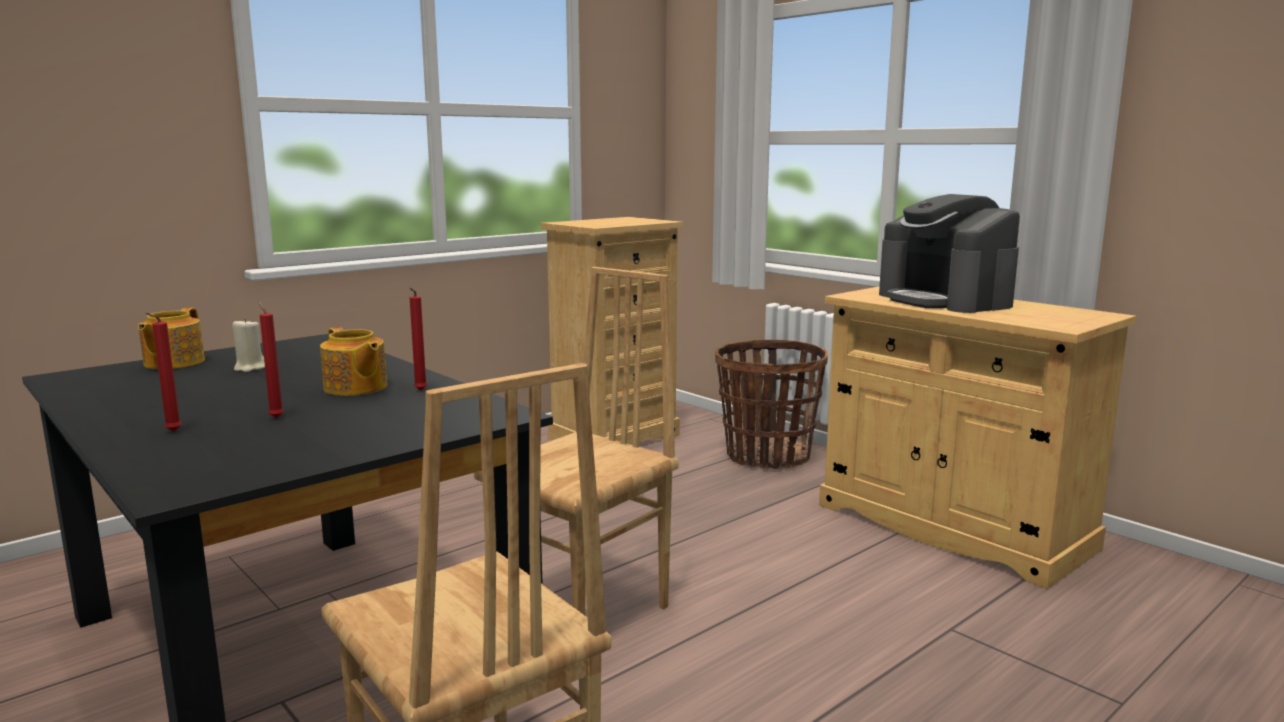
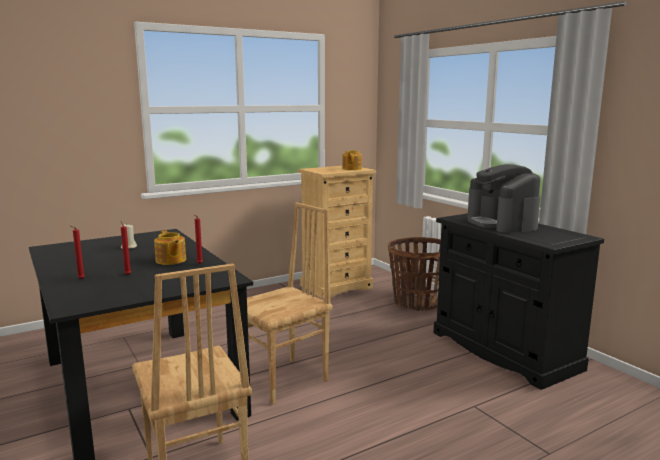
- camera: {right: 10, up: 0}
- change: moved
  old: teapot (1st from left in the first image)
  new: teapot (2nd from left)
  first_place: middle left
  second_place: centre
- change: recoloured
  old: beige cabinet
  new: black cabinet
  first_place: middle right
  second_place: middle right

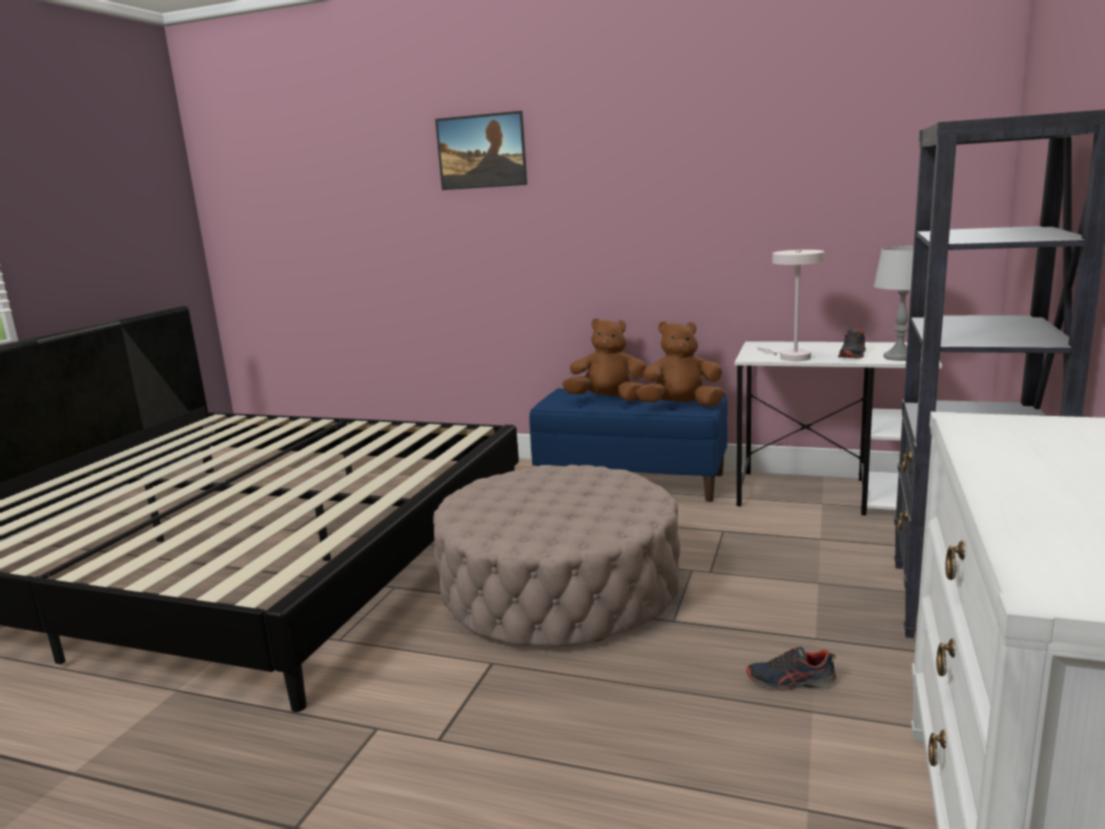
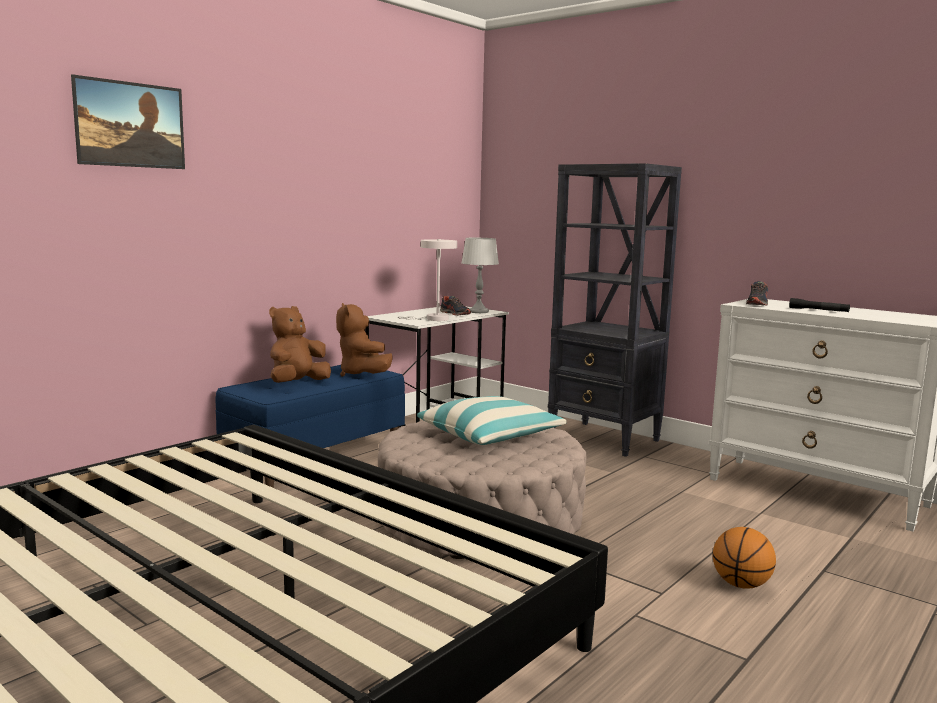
- camera: {right: -70, up: -5}
- change: turned
  old: brown plush toy (2nd from left)
  first_place: centre
  second_place: centre
  degrees: -45
- change: added
  new: pillow
  second_place: centre
- change: added
  new: basketball
  second_place: bottom right
- change: moved
  old: shoe (1st from left in the first image)
  new: shoe (2nd from left)
  first_place: bottom right
  second_place: middle right
- change: added
  new: black flashlight
  second_place: middle right

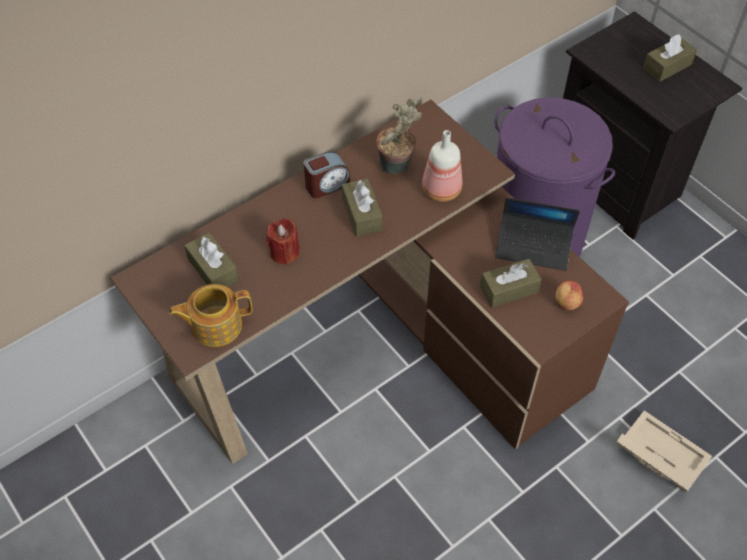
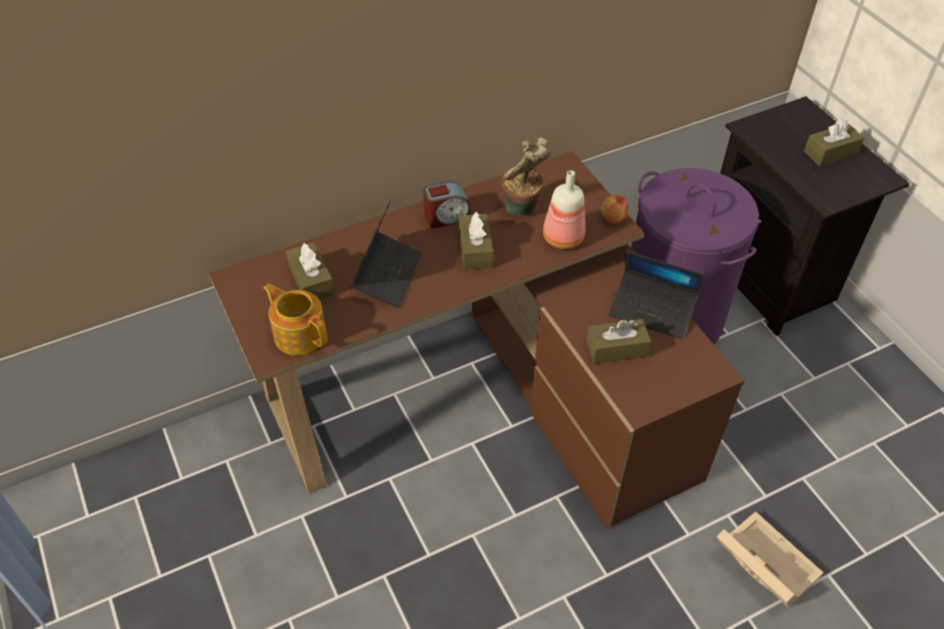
- camera: {right: 10, up: -5}
- change: turned
  old: teapot
  first_place: middle left
  second_place: middle left
  degrees: 45
- change: replaced
  old: red candle
  new: laptop (1st from left)
  first_place: centre
  second_place: centre
- change: moved
  old: apple
  first_place: middle right
  second_place: top centre

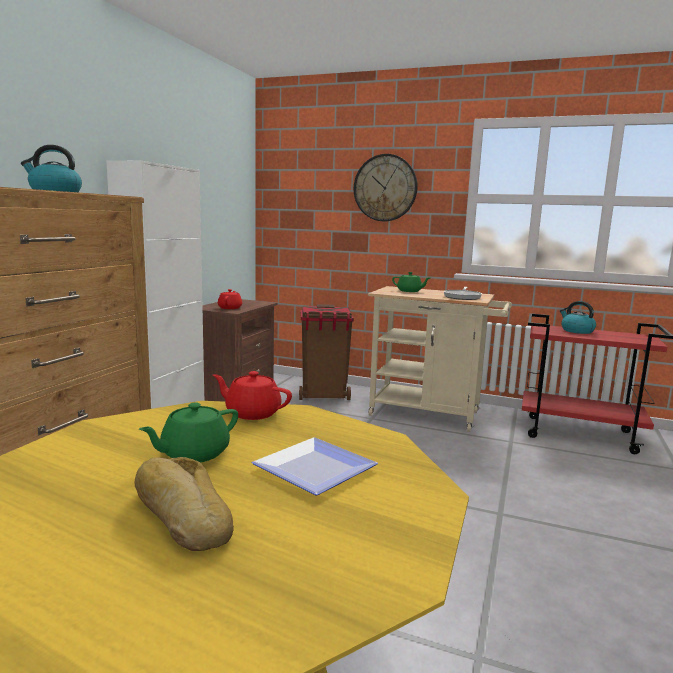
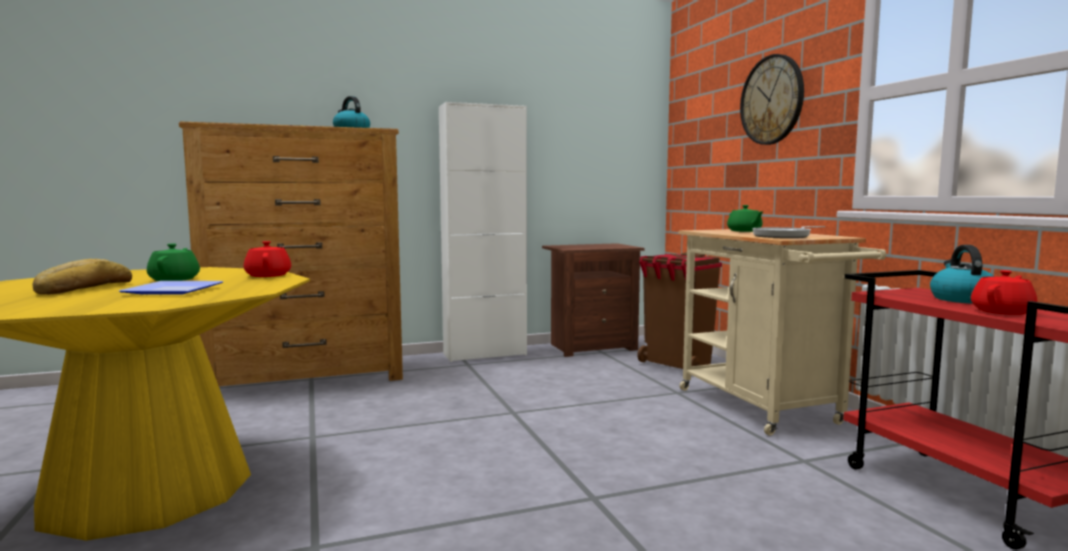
- camera: {right: 50, up: -5}
- change: turned
  old: green teapot (1st from left)
  first_place: middle left
  second_place: middle left
  degrees: 75
- change: moved
  old: red teapot (1st from left in the first image)
  new: red teapot (2nd from left)
  first_place: centre
  second_place: middle right

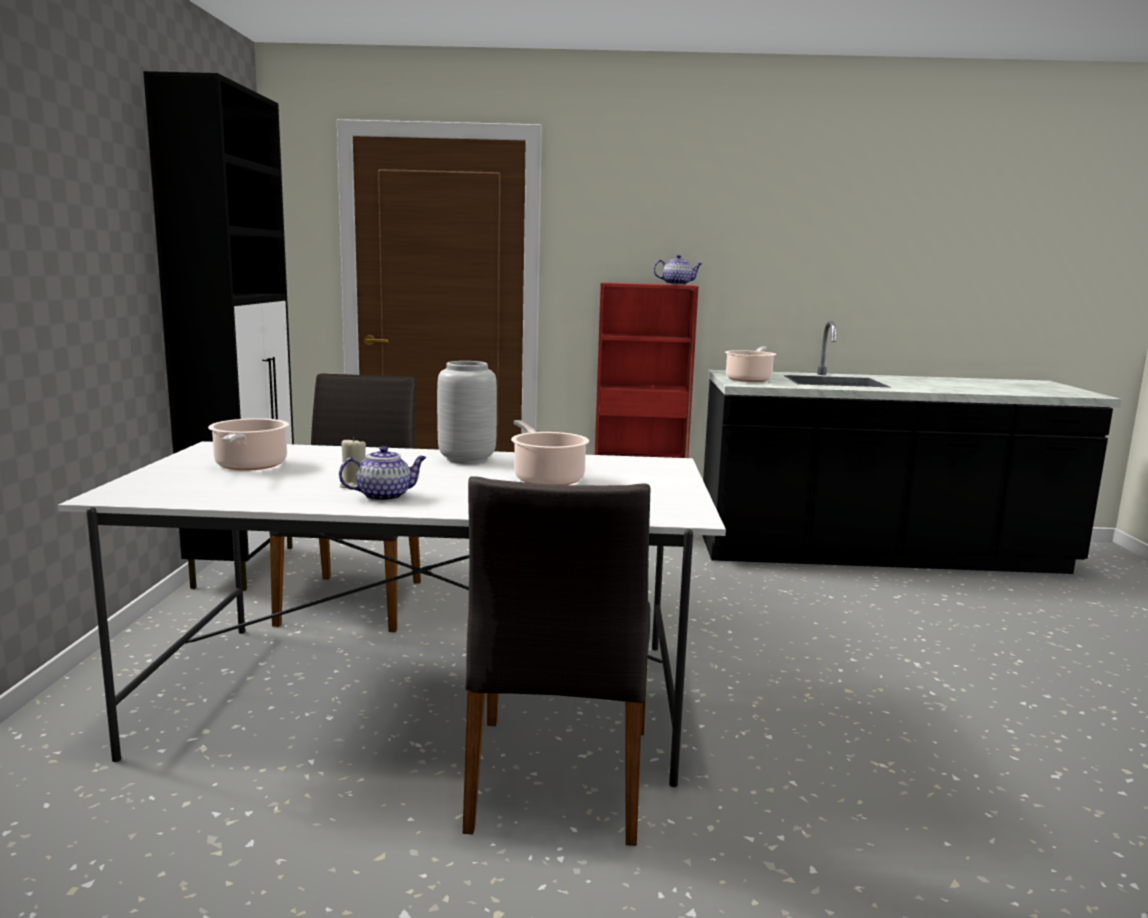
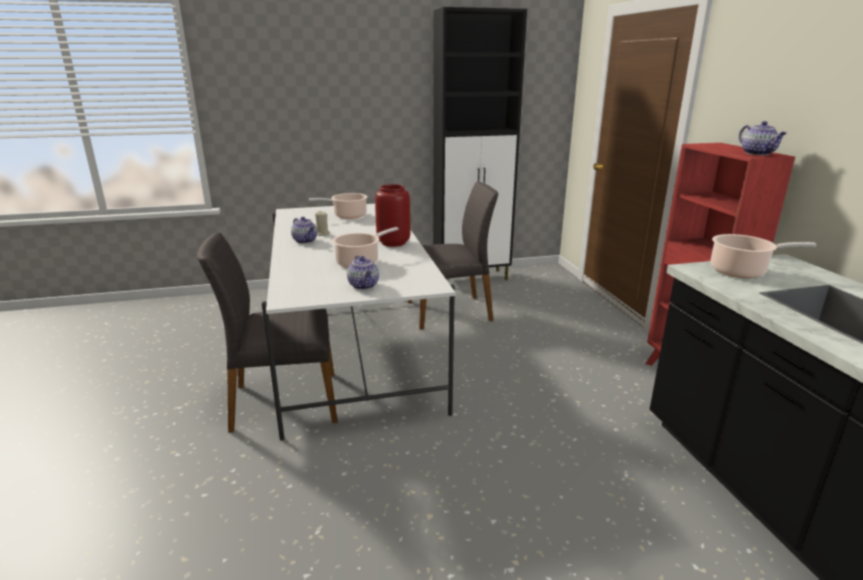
- camera: {right: 75, up: 10}
- change: added
  new: teapot (2nd from left)
  second_place: centre
- change: recoloured
  old: grey vase
  new: red vase
  first_place: centre
  second_place: centre

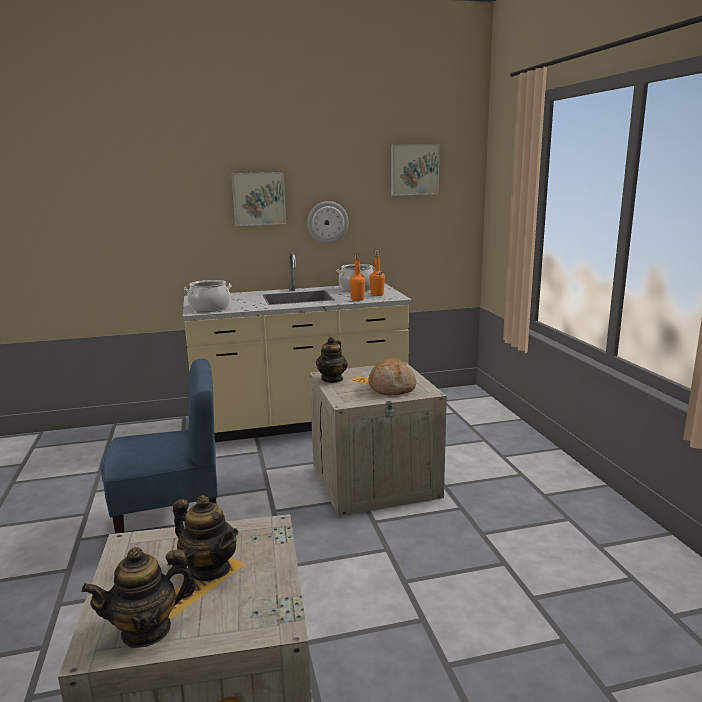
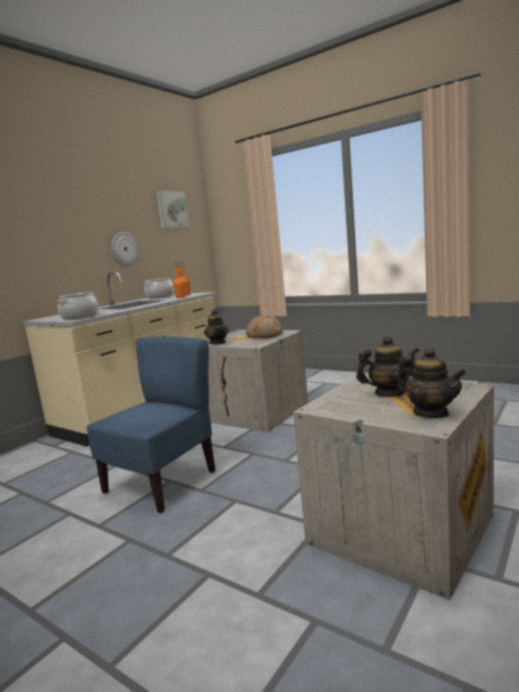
- camera: {right: -40, up: -5}
- change: turned
  old: teapot (1st from left in the first image)
  first_place: bottom left
  second_place: middle right
  degrees: -60
- change: removed
  old: picture (1st from left)
  first_place: top centre

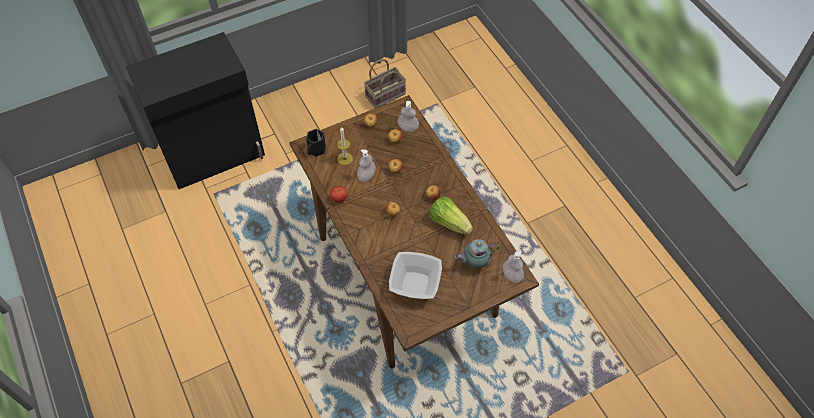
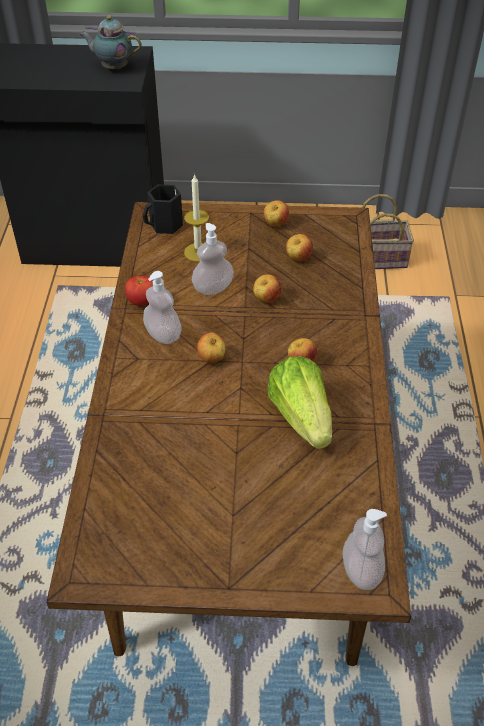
- camera: {right: 30, up: -10}
- change: moved
  old: teapot
  first_place: centre
  second_place: top left
- change: moved
  old: soap dispenser (2nd from left in the first image)
  new: soap dispenser (1st from left)
  first_place: top centre
  second_place: centre
- change: removed
  old: bowl
  first_place: centre

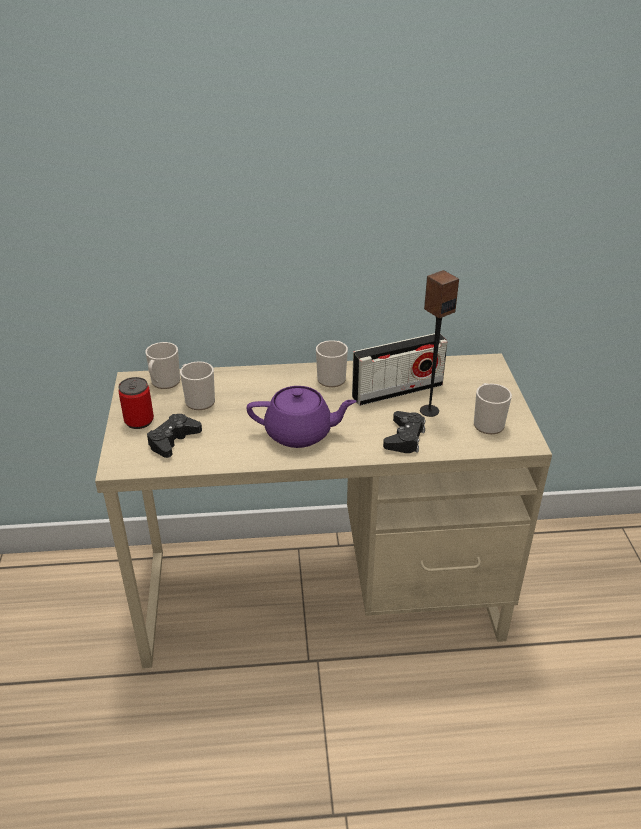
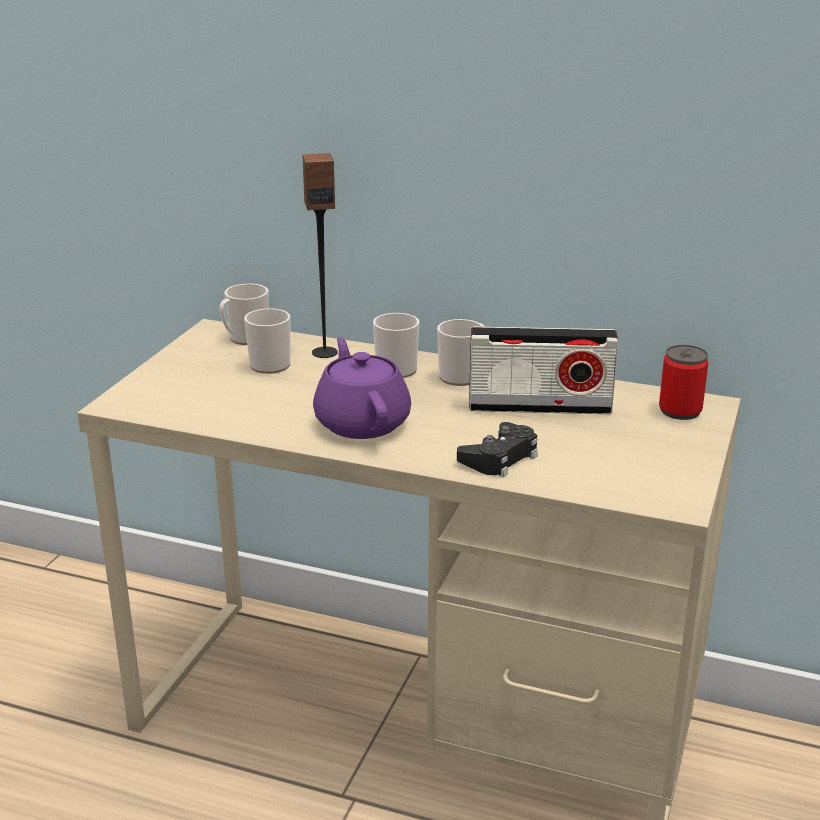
- camera: {right: 25, up: -10}
- change: moved
  old: speaker
  first_place: middle right
  second_place: top centre
- change: turned
  old: purple teapot
  first_place: centre
  second_place: centre
  degrees: -135
- change: moved
  old: mug (4th from left in the first image)
  new: mug (3rd from left)
  first_place: middle right
  second_place: centre
- change: moved
  old: can
  first_place: middle left
  second_place: middle right
- change: removed
  old: black game controller (1st from left)
  first_place: middle left

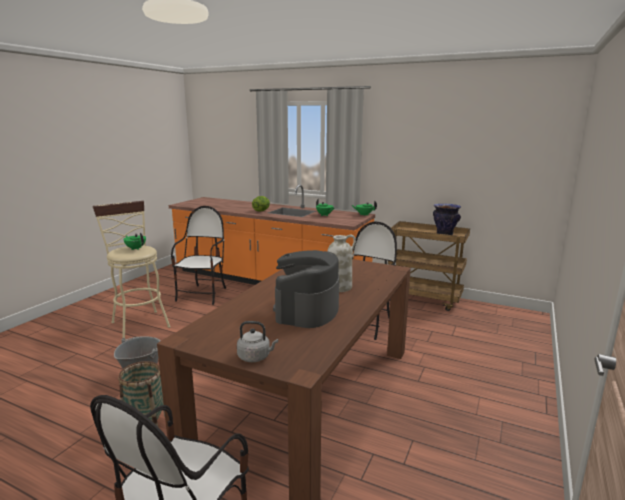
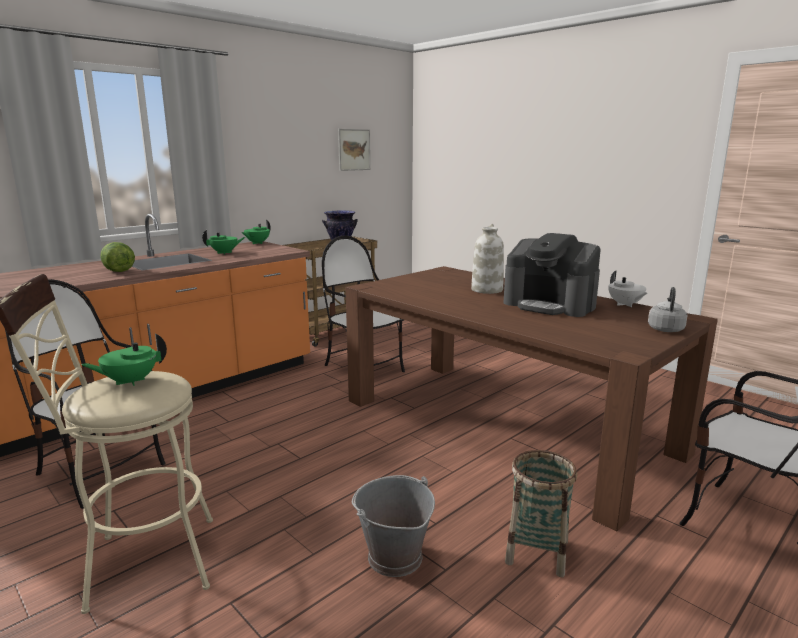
- camera: {right: -70, up: 0}
- change: added
  new: picture
  second_place: top centre
- change: added
  new: white teapot
  second_place: middle right

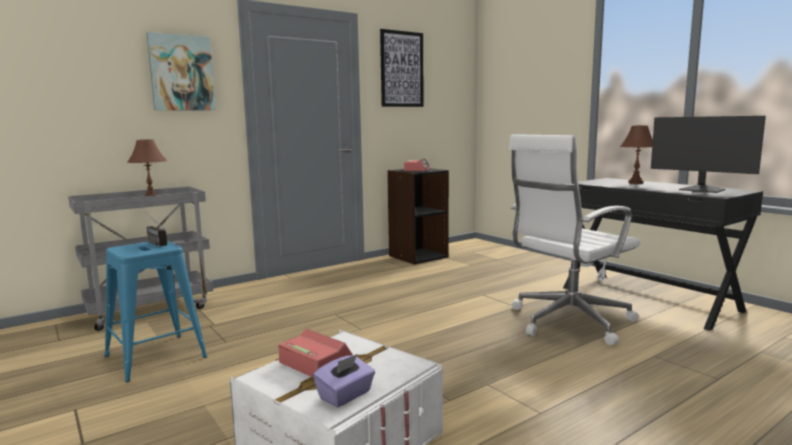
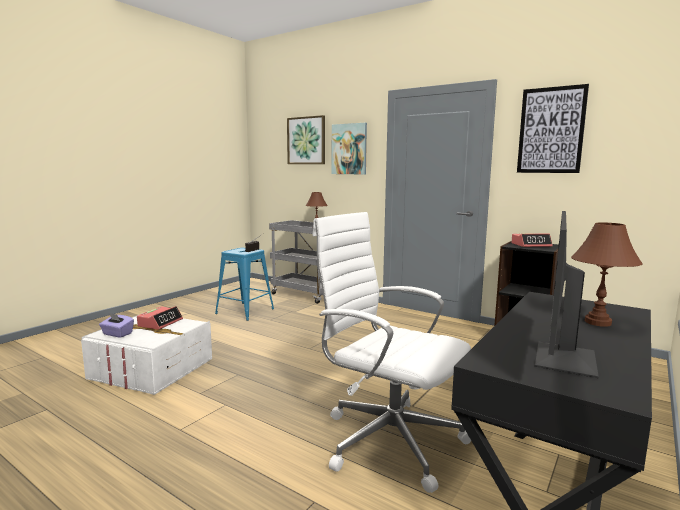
- camera: {right: 70, up: 0}
- change: added
  new: picture (1st from left)
  second_place: top centre

